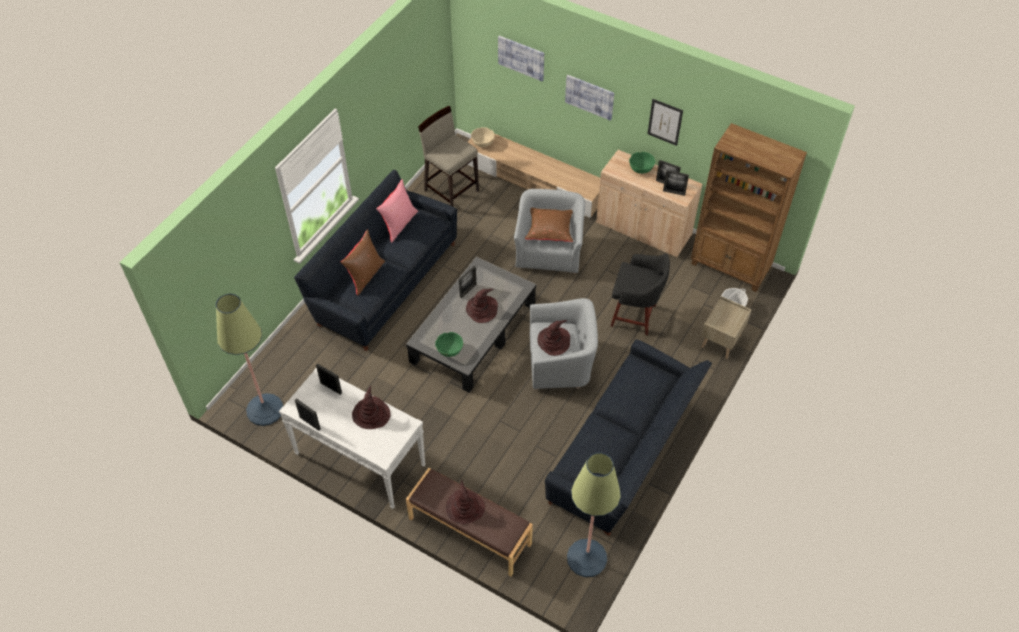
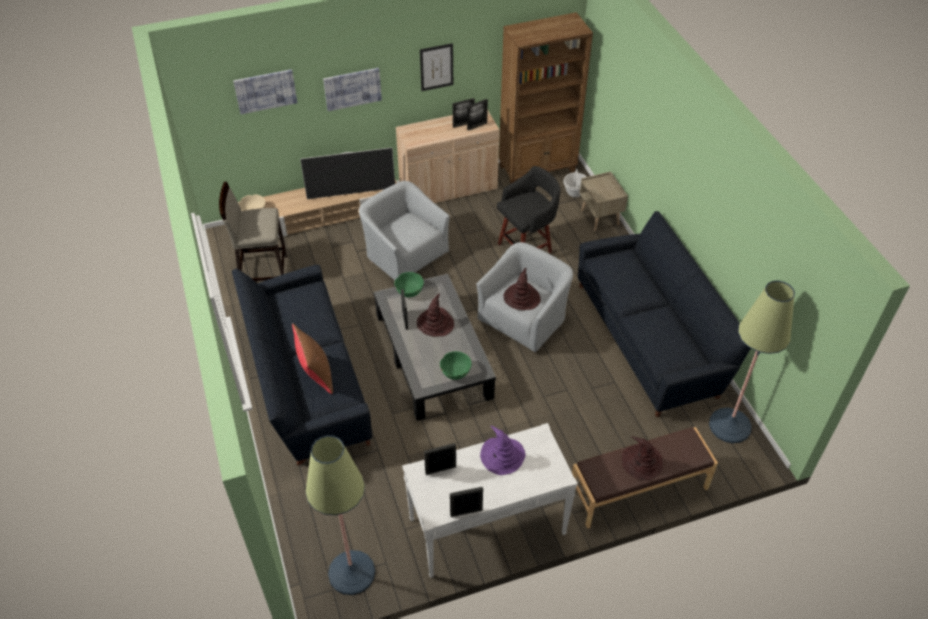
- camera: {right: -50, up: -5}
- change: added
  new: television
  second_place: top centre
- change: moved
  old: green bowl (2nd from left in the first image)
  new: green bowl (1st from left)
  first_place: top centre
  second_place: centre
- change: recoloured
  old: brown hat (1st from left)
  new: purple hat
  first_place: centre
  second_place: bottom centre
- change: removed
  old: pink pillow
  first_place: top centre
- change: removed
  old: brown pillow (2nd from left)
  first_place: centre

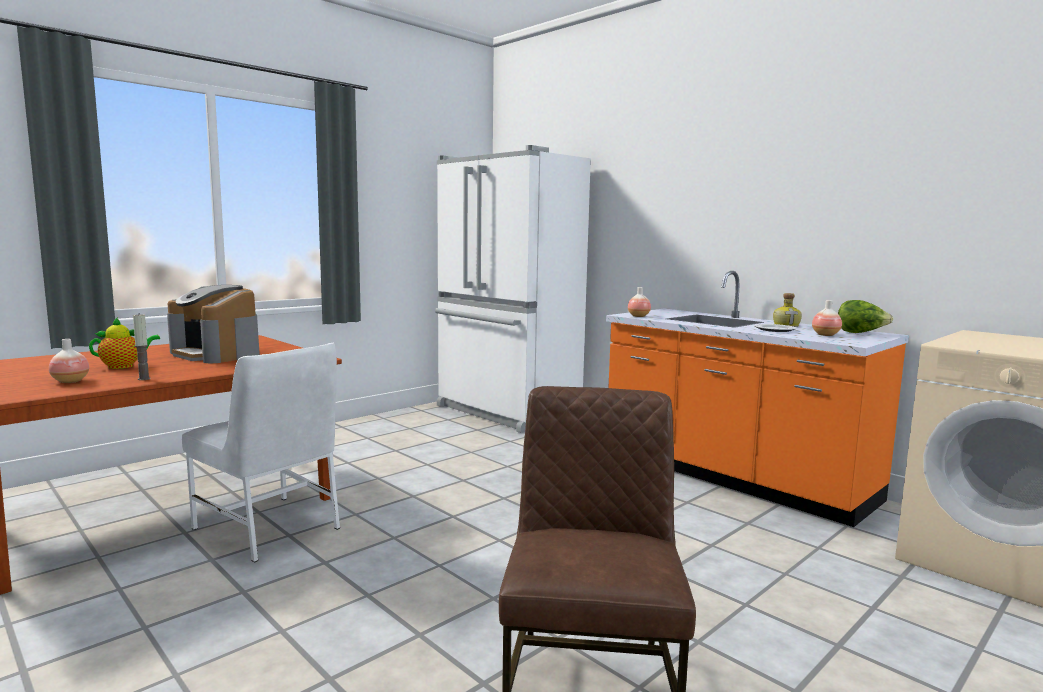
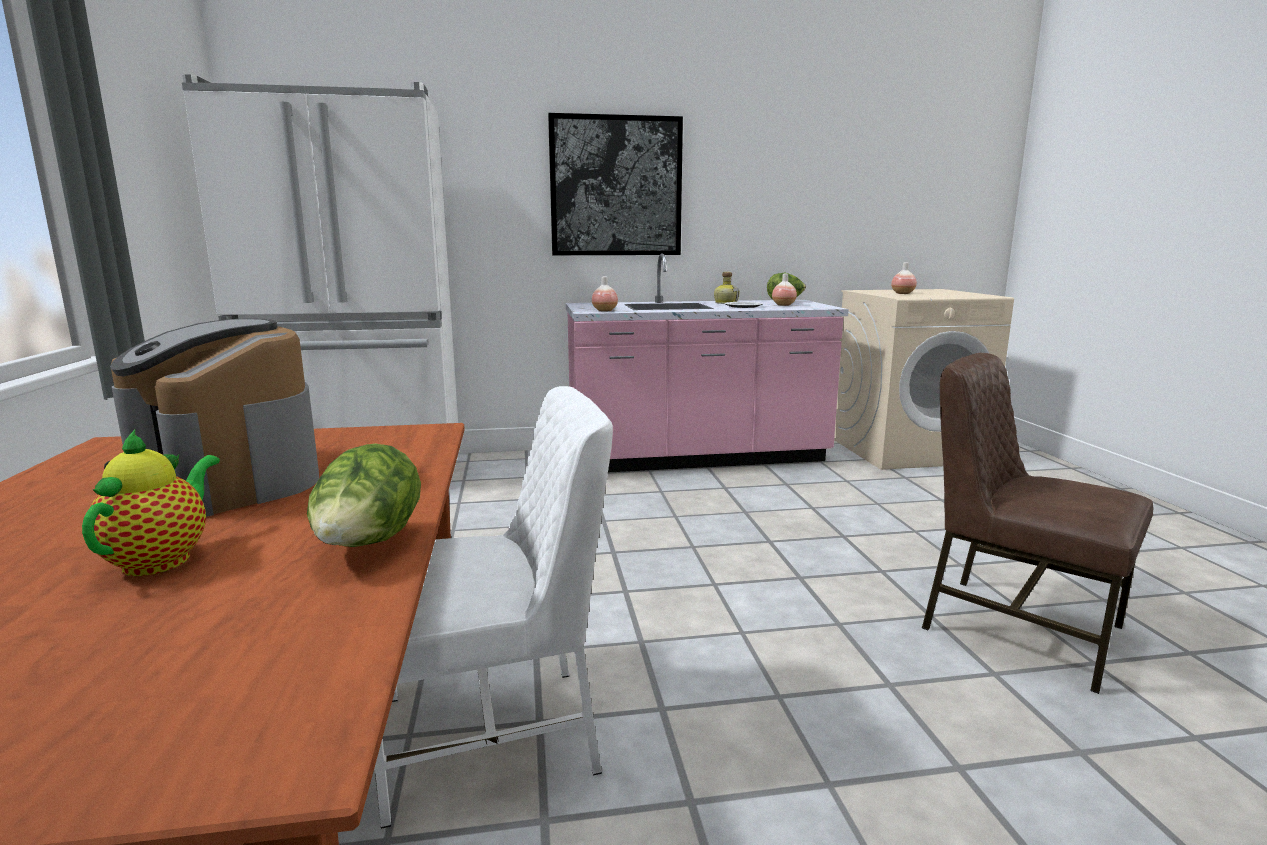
- camera: {right: -55, up: 5}
- change: turned
  old: coffee machine
  first_place: middle left
  second_place: middle left
  degrees: 60
- change: replaced
  old: candle
  new: lettuce (1st from left)
  first_place: middle left
  second_place: middle left
- change: added
  new: picture
  second_place: top centre
- change: recoloured
  old: orange counter
  new: pink counter
  first_place: middle right
  second_place: centre
- change: moved
  old: vase (1st from left in the first image)
  new: vase (3rd from left)
  first_place: middle left
  second_place: top right

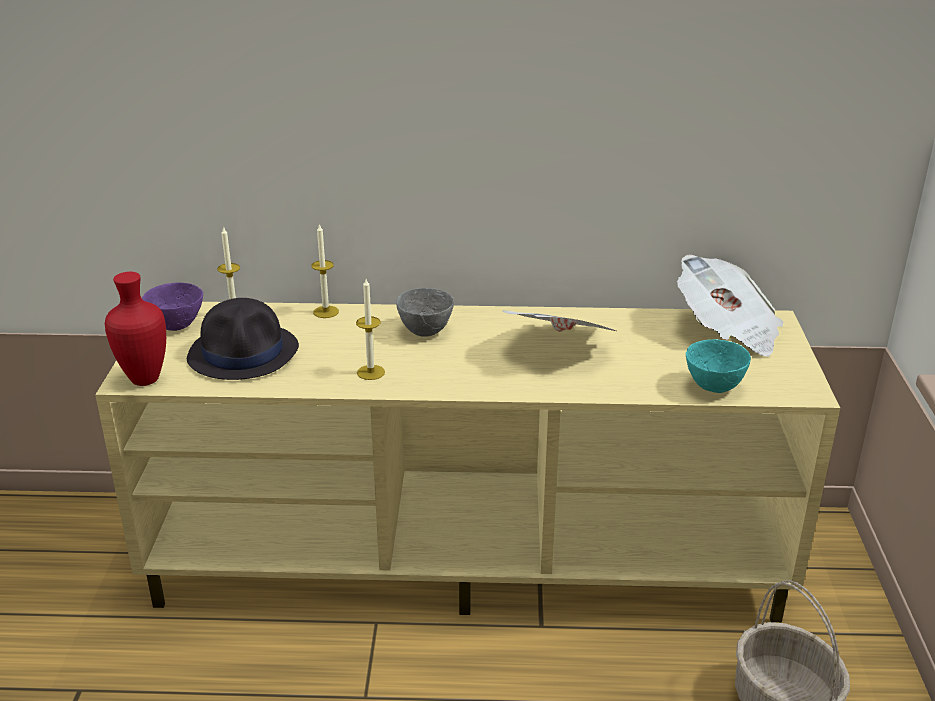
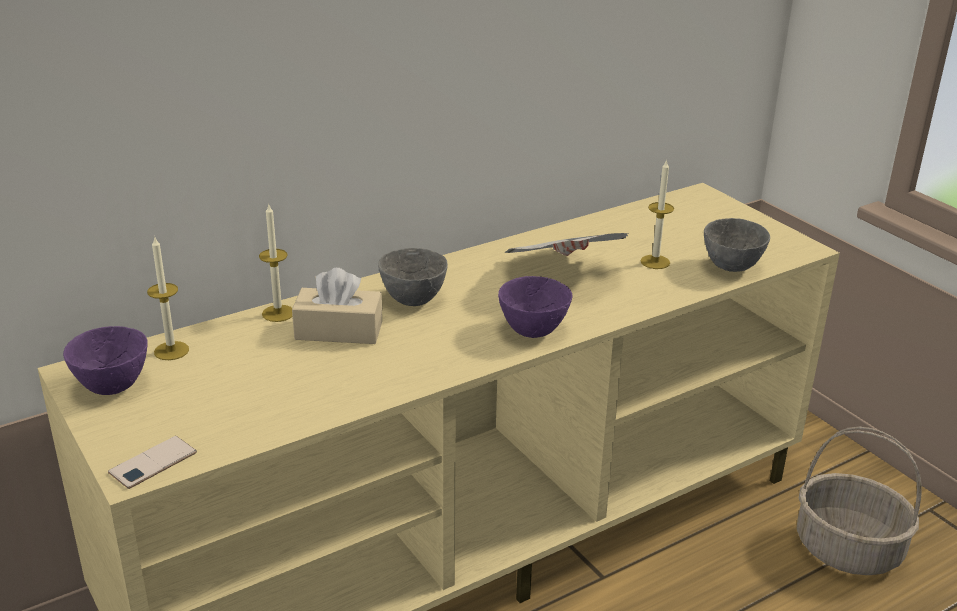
- camera: {right: -35, up: 0}
- change: replaced
  old: red vase
  new: phone
  first_place: middle left
  second_place: bottom left
- change: added
  new: beige tissue box
  second_place: centre
- change: added
  new: purple bowl (2nd from left)
  second_place: centre
- change: moved
  old: candle (3rd from left)
  first_place: centre
  second_place: middle right
- change: recoloured
  old: turquoise bowl
  new: grey bowl (2nd from left)
  first_place: middle right
  second_place: middle right
- change: removed
  old: black hat
  first_place: middle left
- change: removed
  old: newspaper (2nd from left)
  first_place: middle right

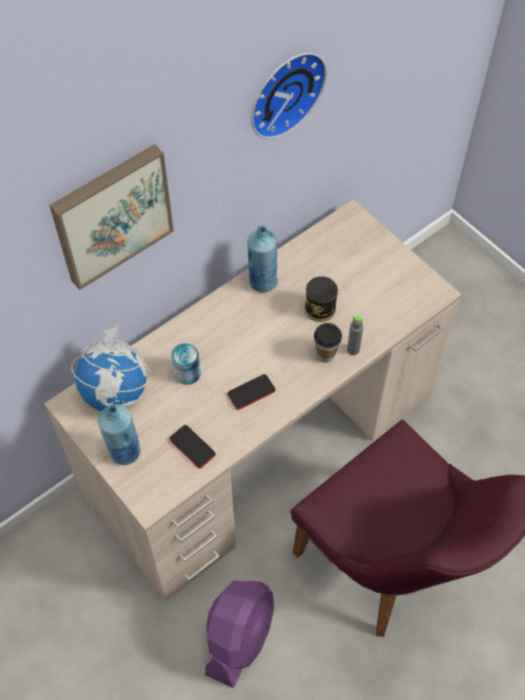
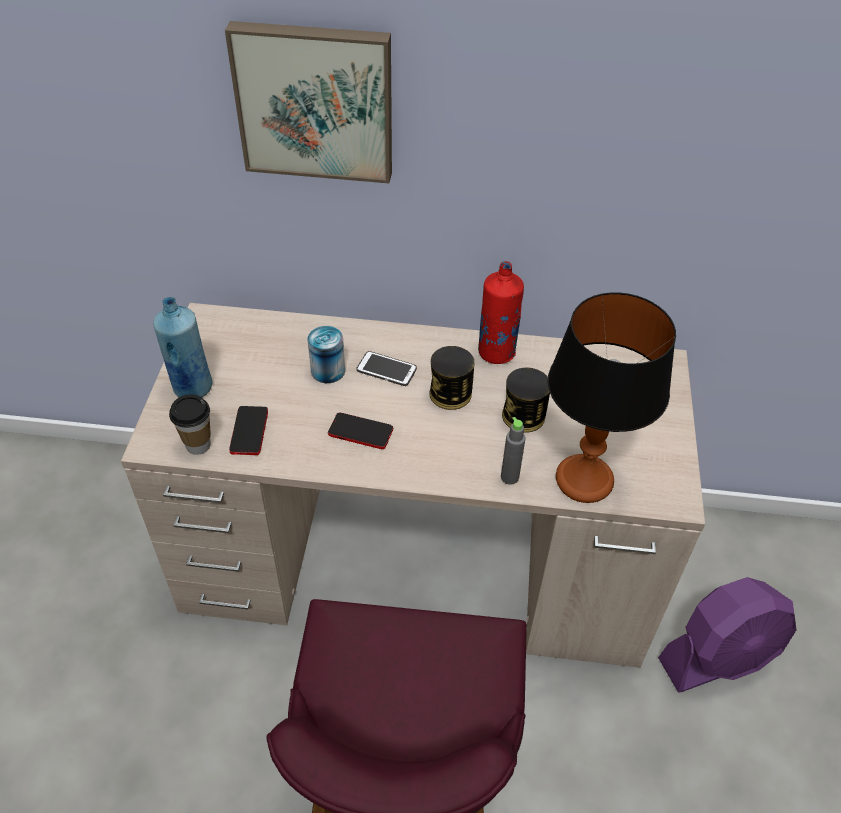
- camera: {right: 45, up: -10}
- change: moved
  old: cup
  first_place: centre
  second_place: middle left
- change: added
  new: phone (3rd from left)
  second_place: centre
- change: added
  new: can (2nd from left)
  second_place: centre
- change: recoloured
  old: blue bottle (2nd from left)
  new: red bottle
  first_place: centre
  second_place: centre
- change: added
  new: table lamp
  second_place: middle right
- change: moved
  old: purple fan
  first_place: bottom centre
  second_place: bottom right
- change: removed
  old: globe
  first_place: middle left
- change: removed
  old: wall clock
  first_place: top centre

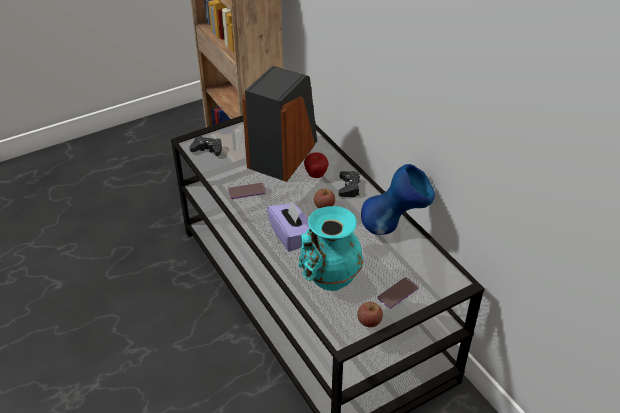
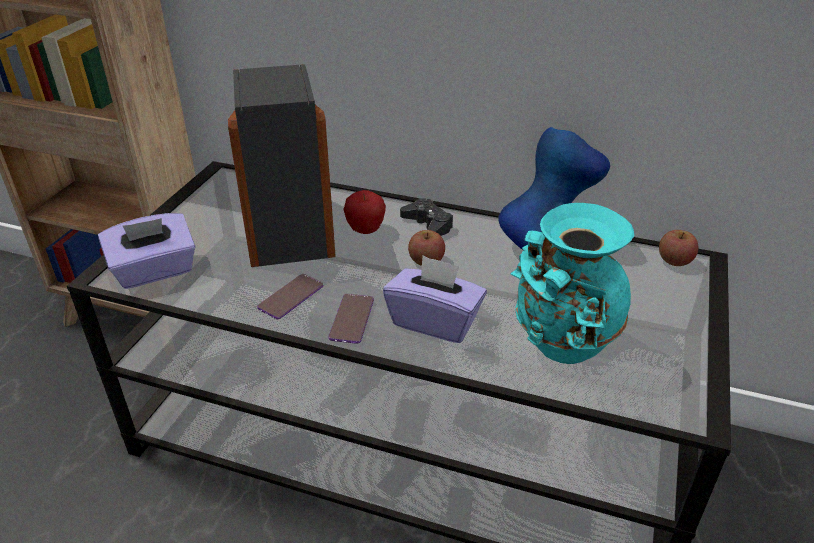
- camera: {right: -40, up: -5}
- change: replaced
  old: black game controller (1st from left)
  new: purple tissue box (1st from left)
  first_place: middle left
  second_place: middle left
- change: moved
  old: phone (2nd from left)
  first_place: bottom centre
  second_place: centre
- change: moved
  old: apple (3rd from left)
  first_place: bottom centre
  second_place: middle right

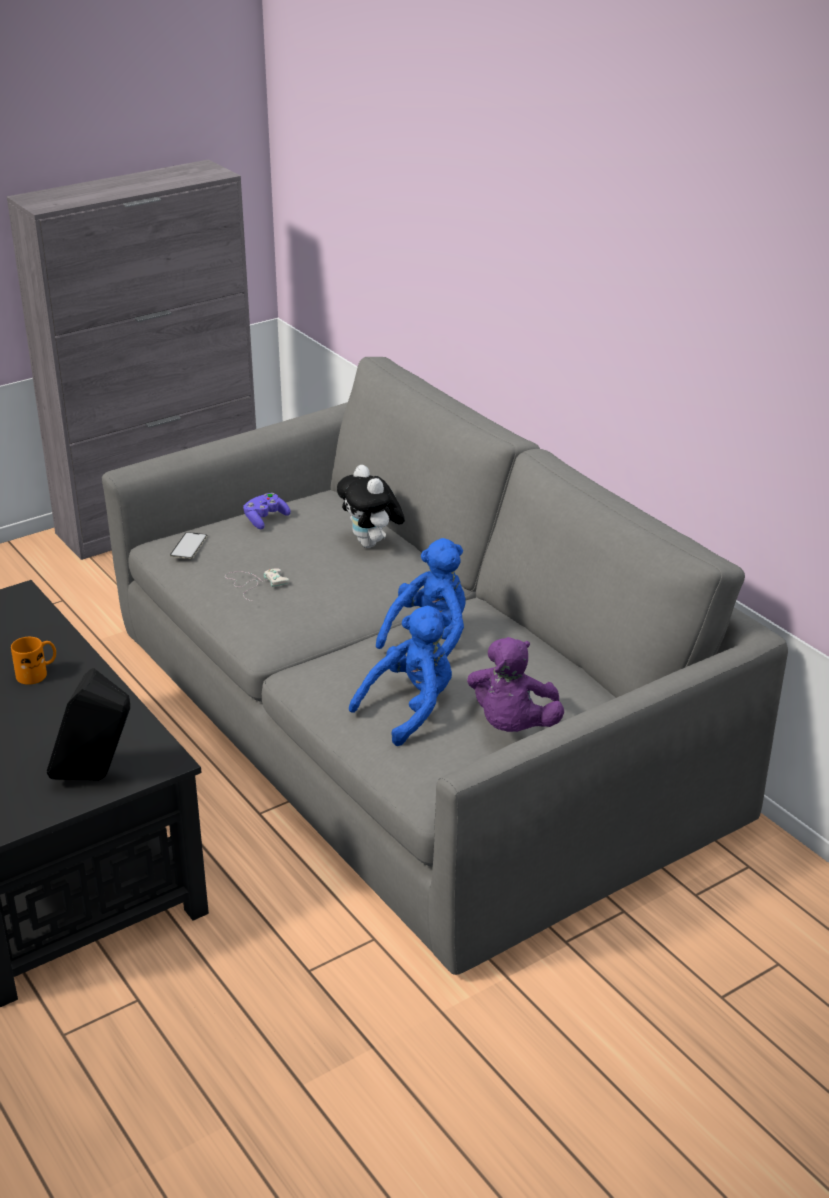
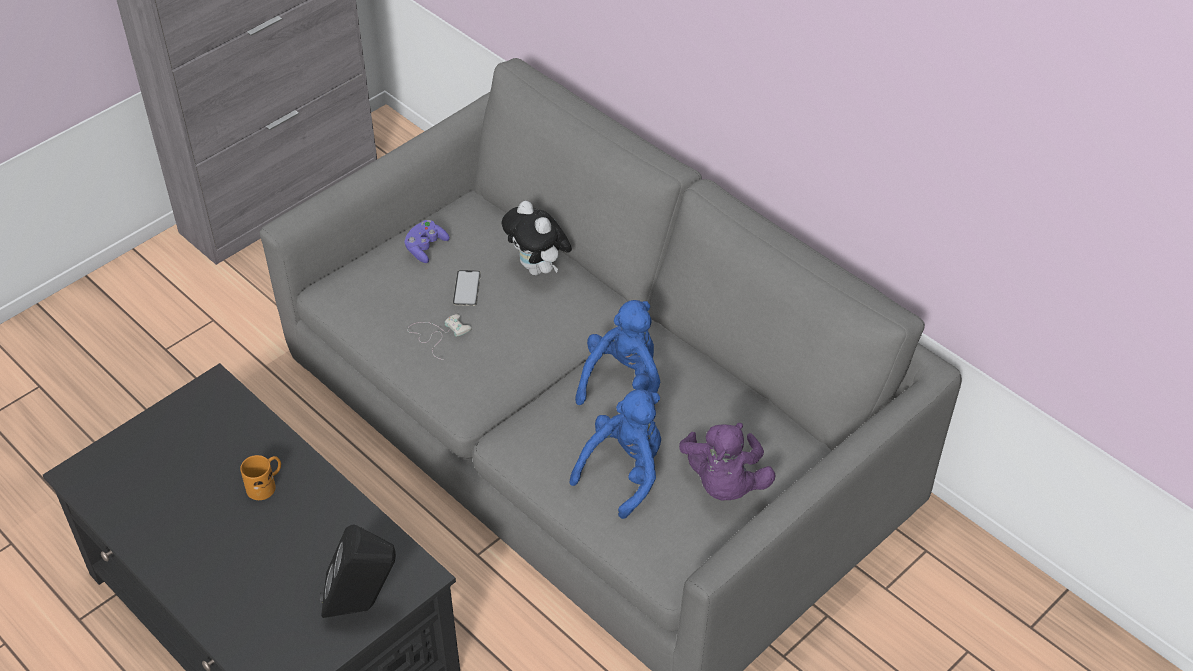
- camera: {right: -10, up: 15}
- change: moved
  old: phone
  first_place: middle left
  second_place: centre

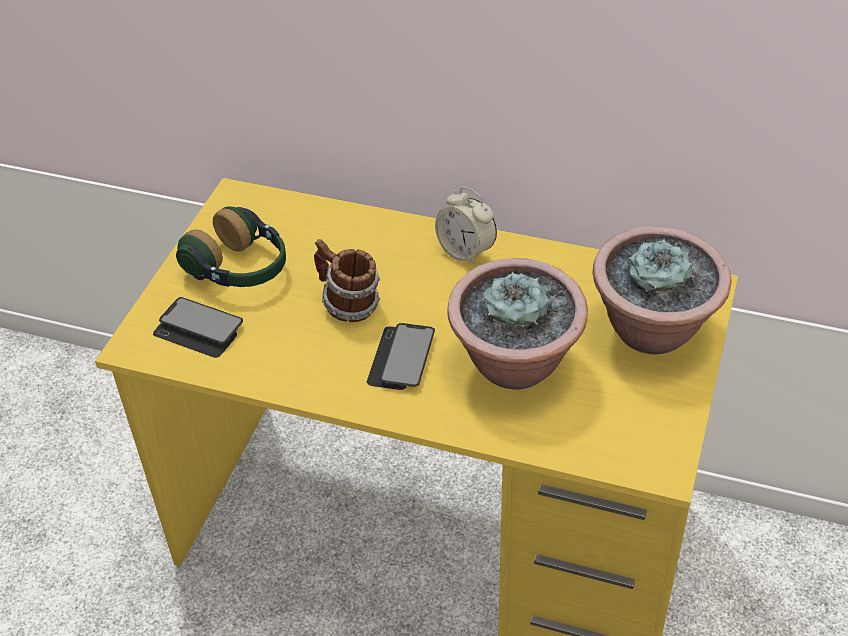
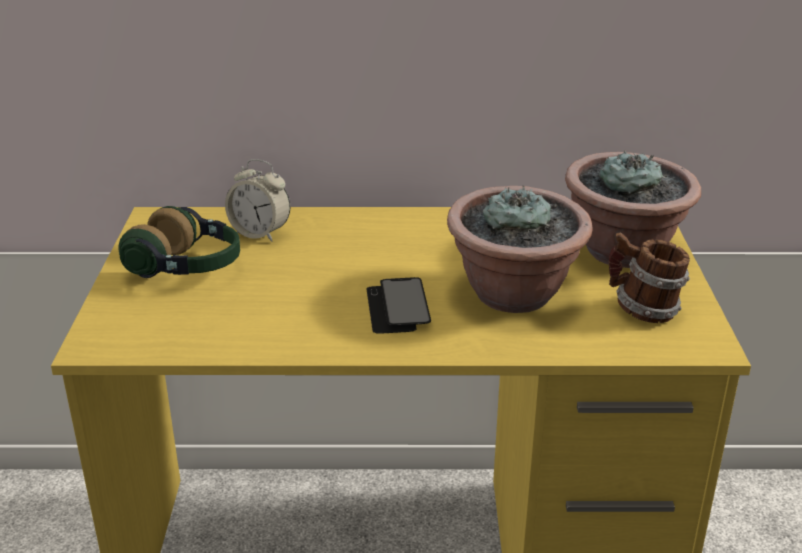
- camera: {right: -20, up: -15}
- change: moved
  old: alarm clock
  first_place: centre
  second_place: middle left
- change: moved
  old: mug
  first_place: centre
  second_place: middle right
- change: removed
  old: phone (1st from left)
  first_place: middle left

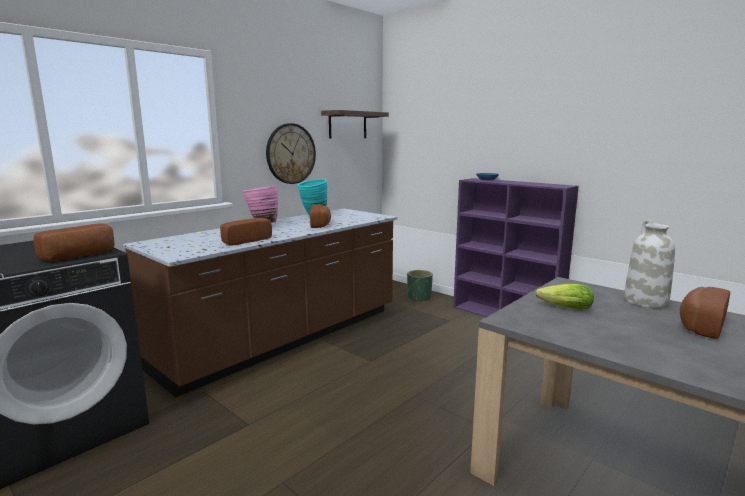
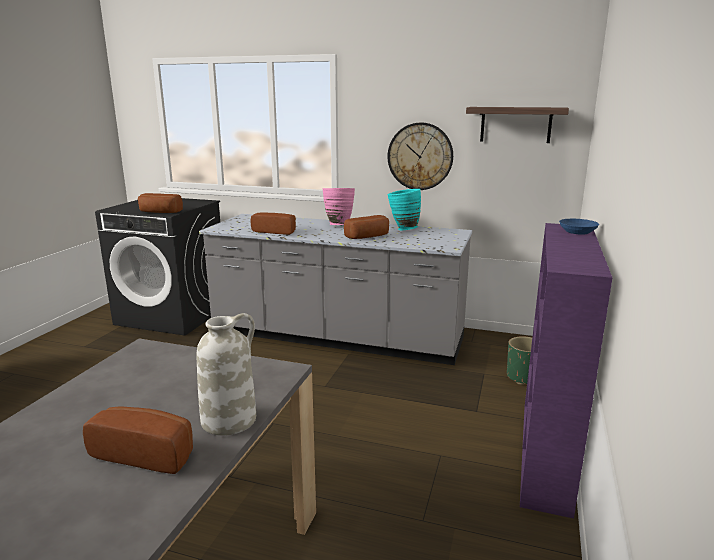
- camera: {right: 65, up: 5}
- change: recoloured
  old: brown counter
  new: grey counter
  first_place: centre
  second_place: centre
- change: removed
  old: lettuce
  first_place: middle right

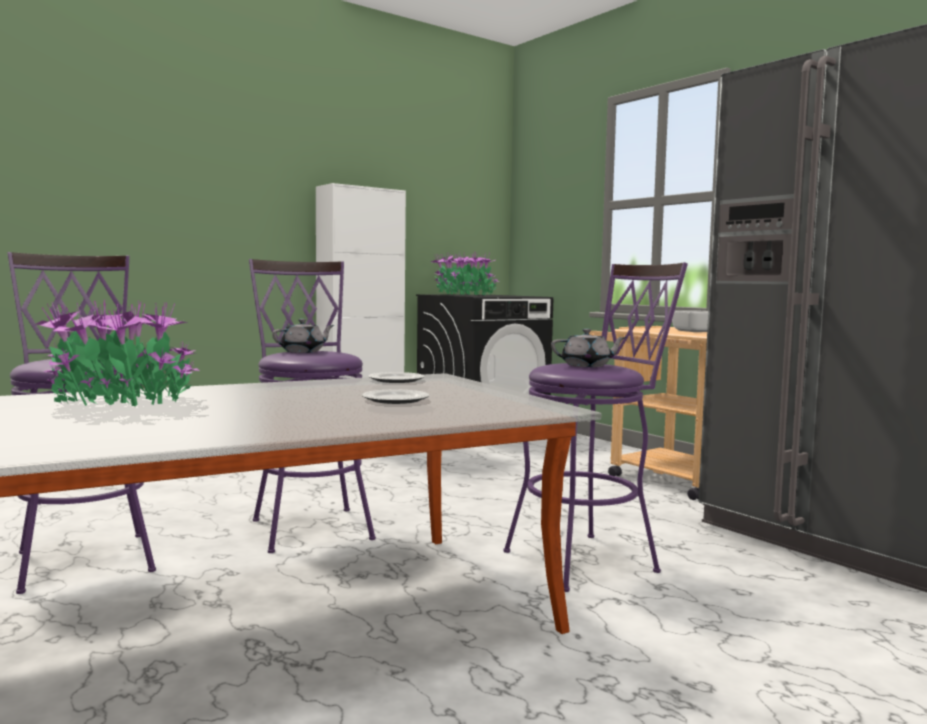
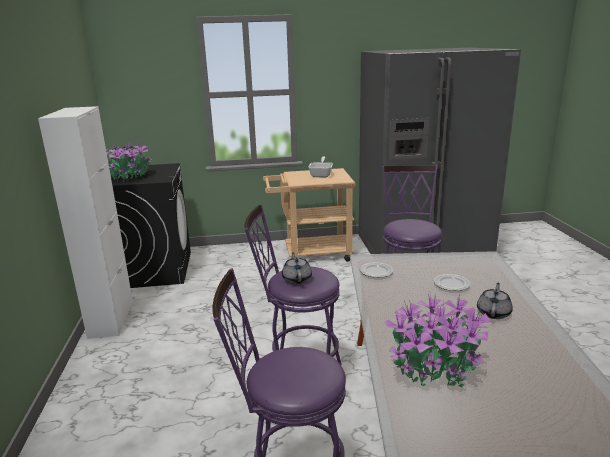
- camera: {right: -60, up: 15}
- change: moved
  old: grey teapot (2nd from left)
  first_place: centre
  second_place: middle right

